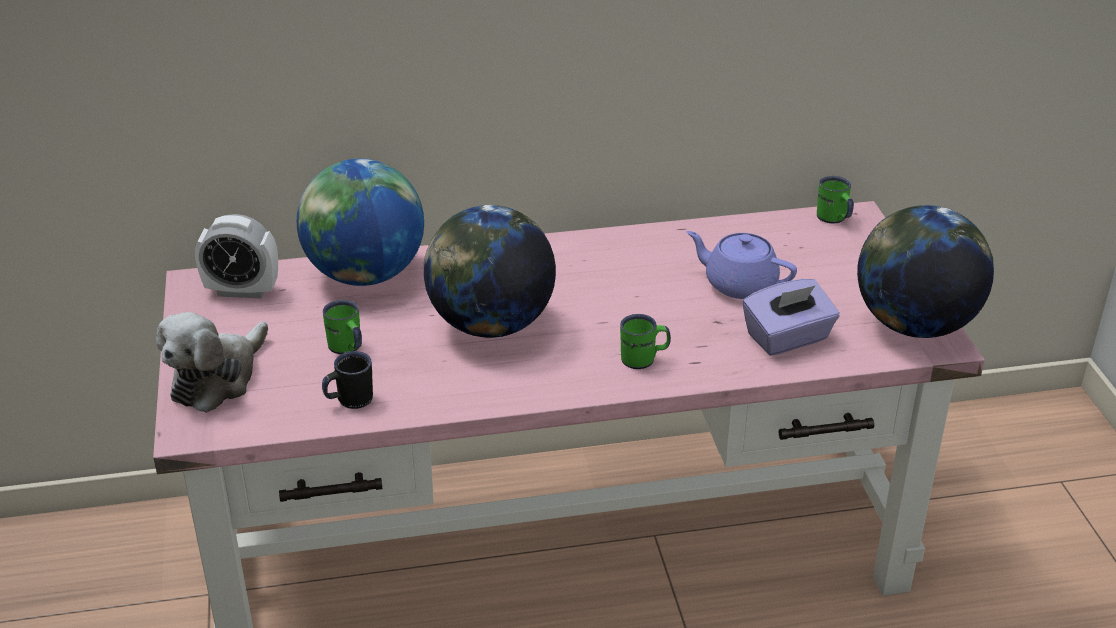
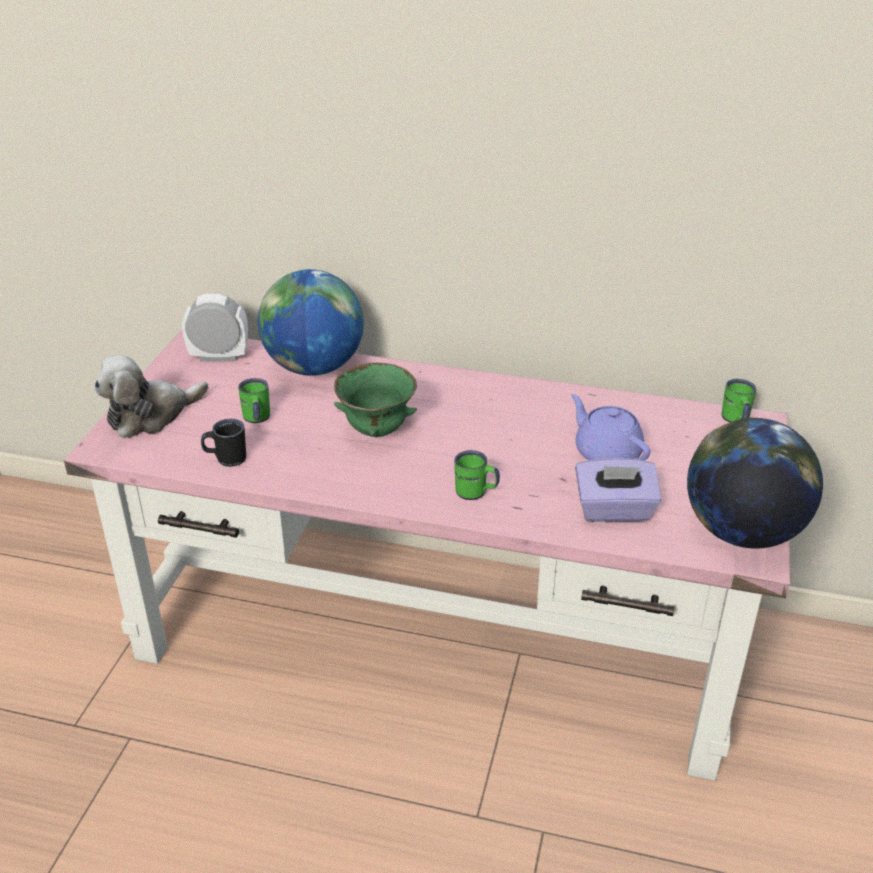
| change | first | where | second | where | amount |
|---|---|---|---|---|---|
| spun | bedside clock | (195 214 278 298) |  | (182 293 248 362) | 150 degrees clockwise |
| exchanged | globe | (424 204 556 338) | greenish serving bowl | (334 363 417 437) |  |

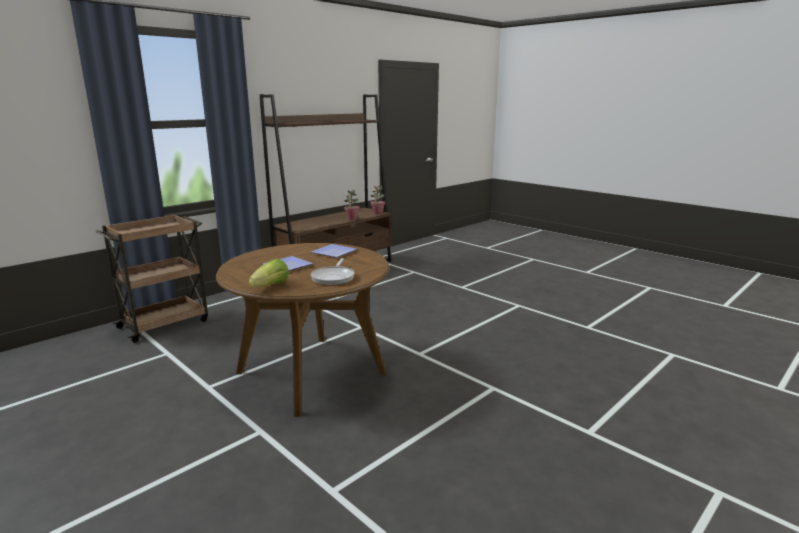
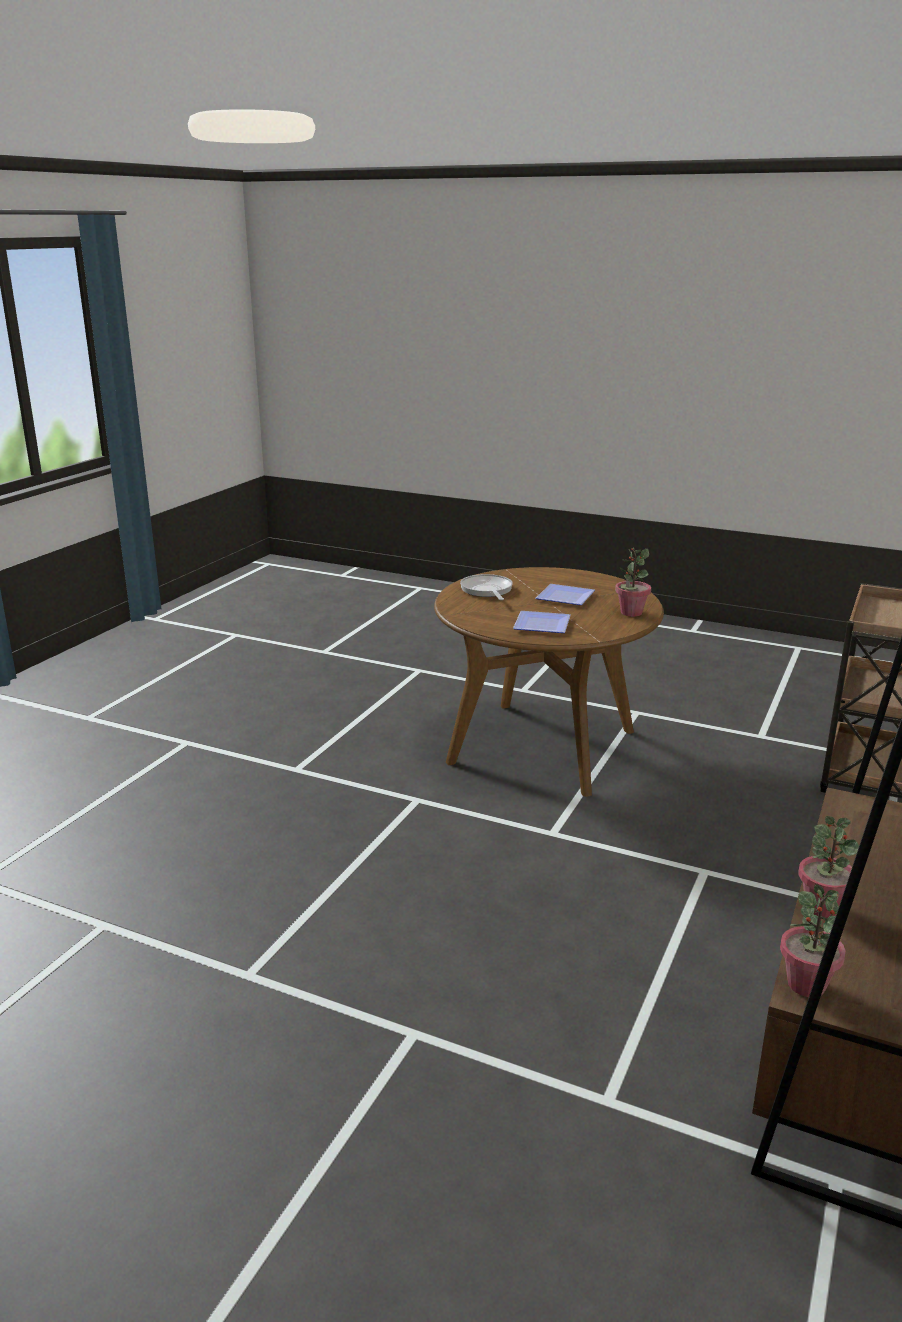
| change | first | where | second | where | amount |
|---|---|---|---|---|---|
| appeared |  |  | houseplant | (615 547 651 617) |  |
| missing | lettuce | (249 259 289 287) |  |  |  |

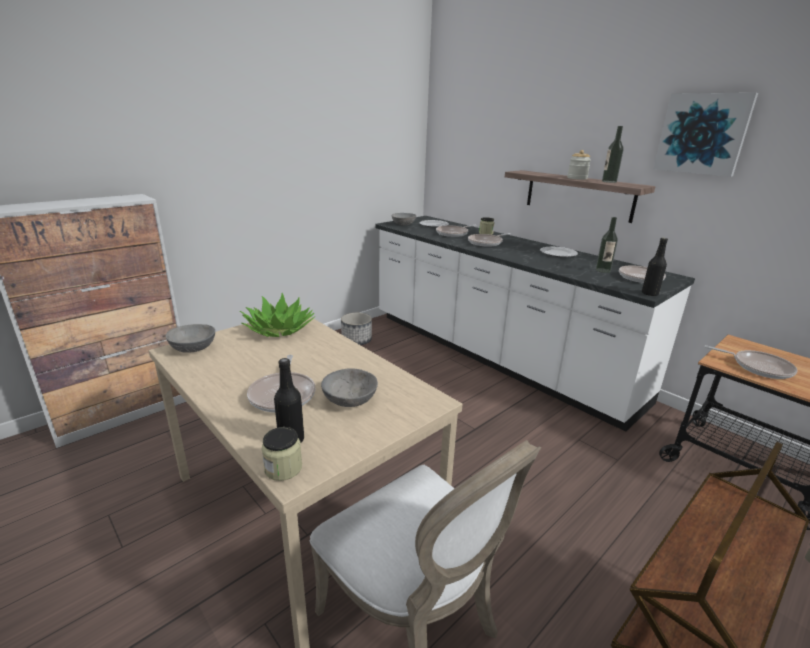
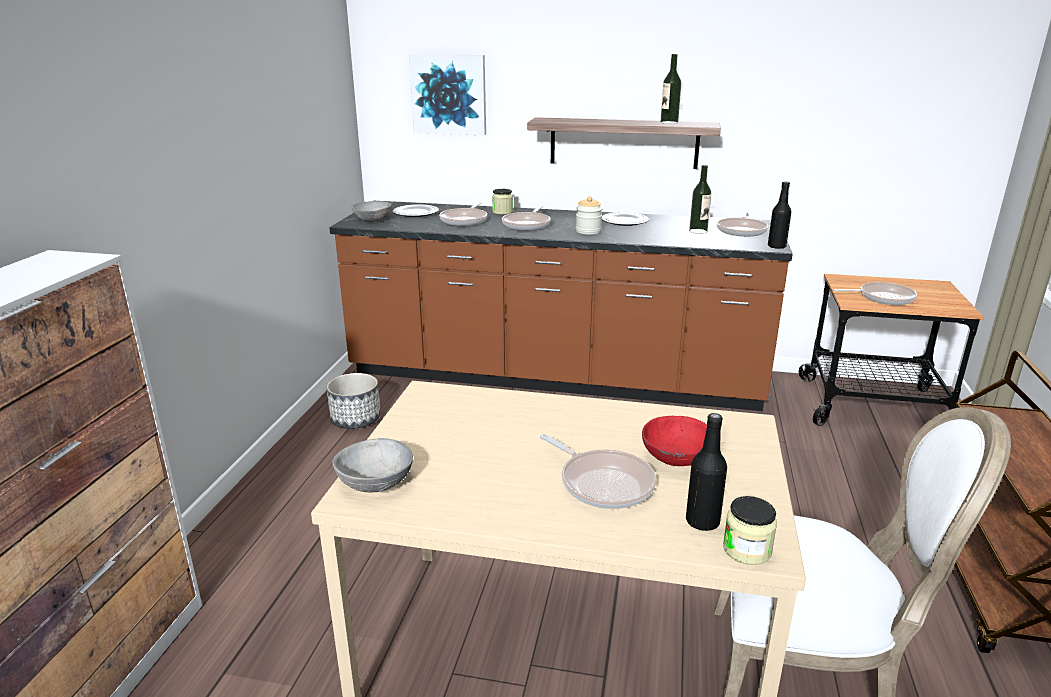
| change | first | where | second | where | amount |
|---|---|---|---|---|---|
| colour | white kitchen counter | (375 216 695 432) | brown-coloured kitchen counter | (330 201 793 411) |  |
| relocated | picture | (653 93 758 177) |  | (409 54 486 135) |  |
| relocated | jar | (567 150 591 180) |  | (576 196 603 234) |  |
| colour | gray serving bowl | (321 368 378 407) | red serving bowl | (642 416 707 466) |  |
| missing | houseplant | (240 293 315 337) |  |  |  |

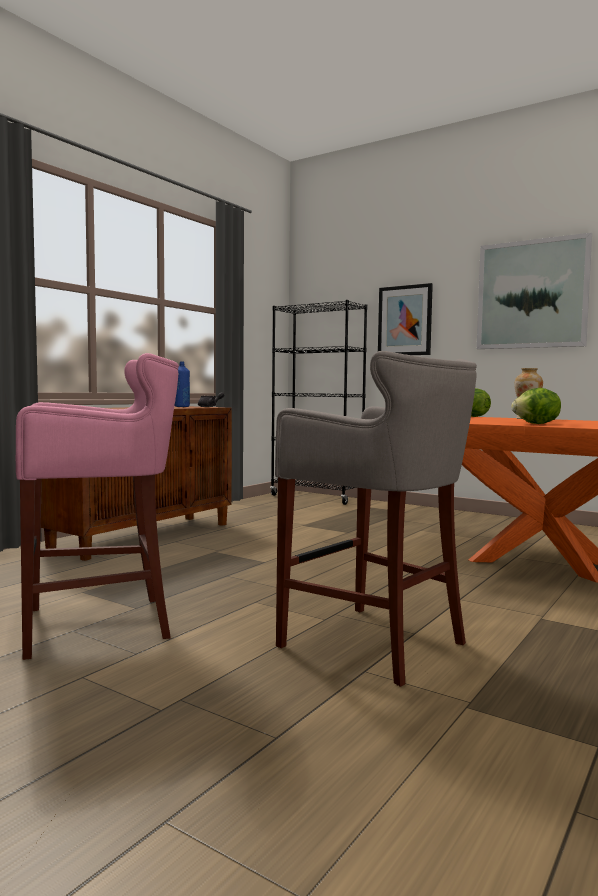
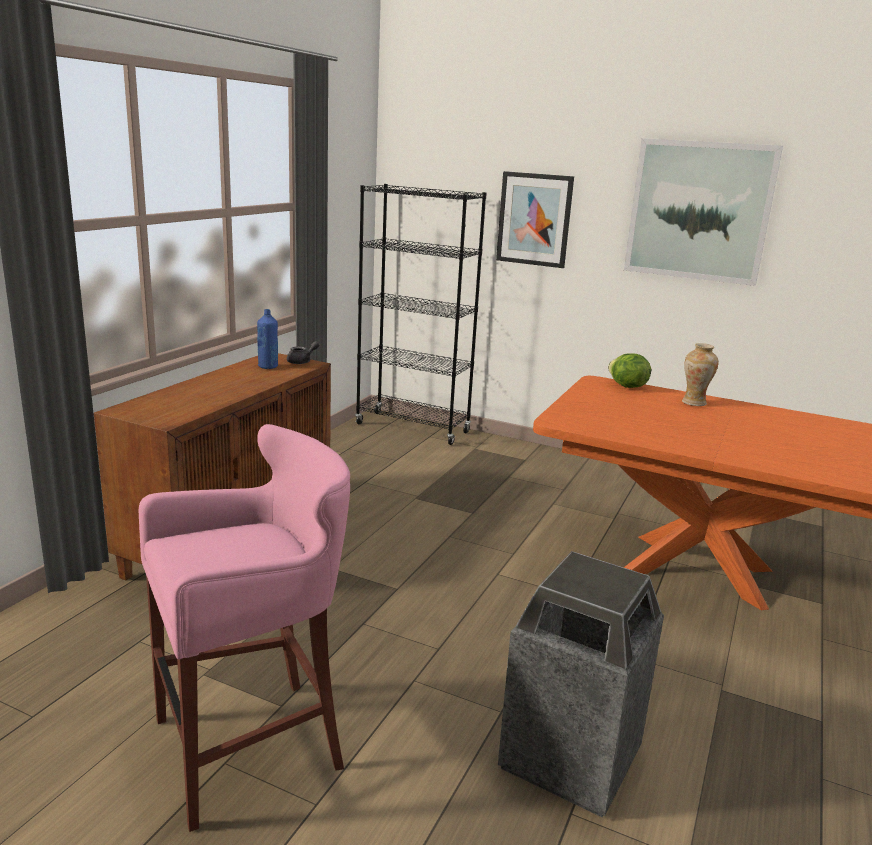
| change | first | where | second | where | amount |
|---|---|---|---|---|---|
| exchanged | gray stool | (275 351 477 687) | waste bin | (498 551 664 817) |  |
| missing | lettuce | (511 388 561 424) |  |  |  |

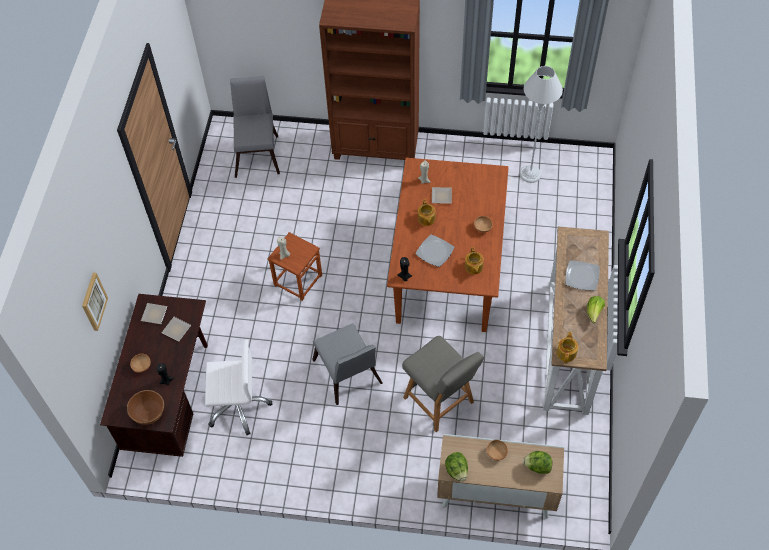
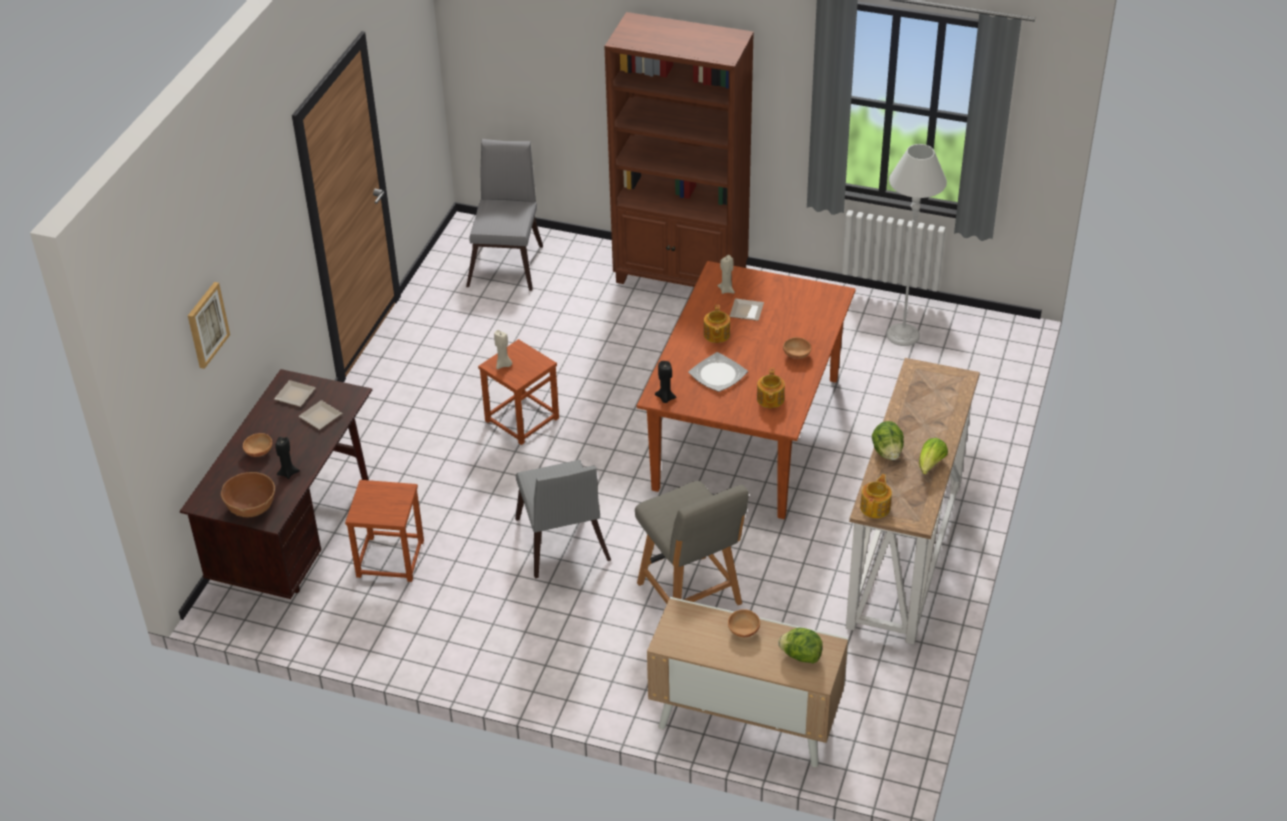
| change | first | where | second | where | amount |
|---|---|---|---|---|---|
| exchanged | white computer chair | (205 339 272 435) | brown-coloured stool | (345 480 424 582) |  |
| relocated | lettuce | (445 452 468 482) |  | (872 421 904 460) |  |
| missing | flat dish | (566 260 599 290) |  |  |  |

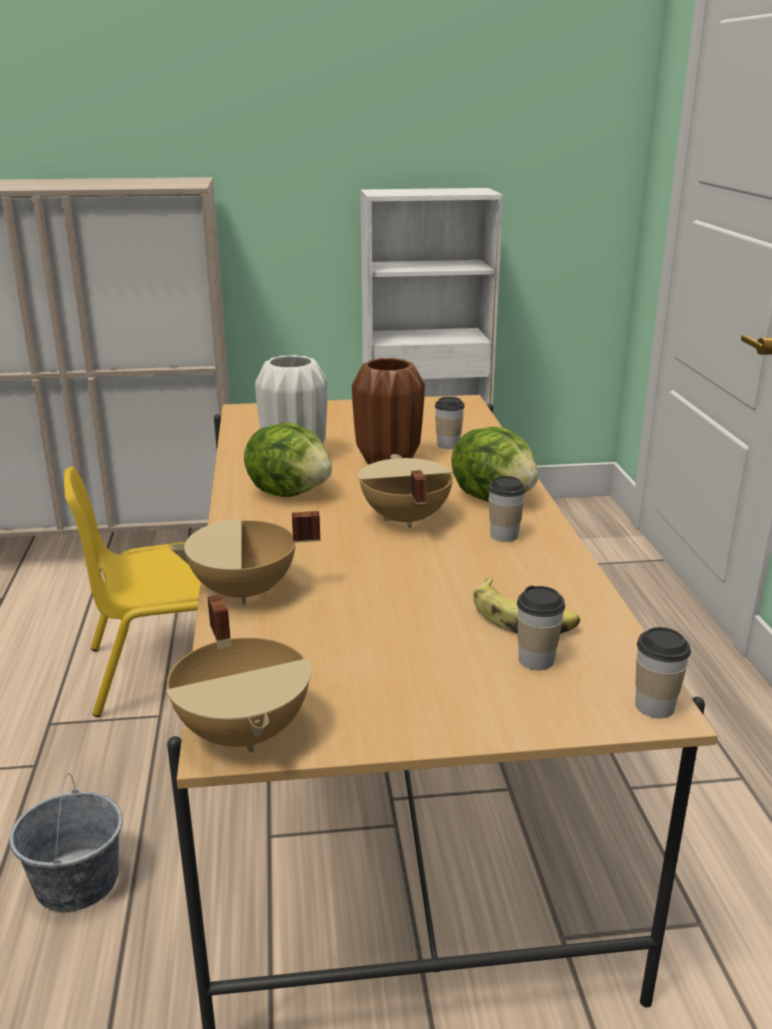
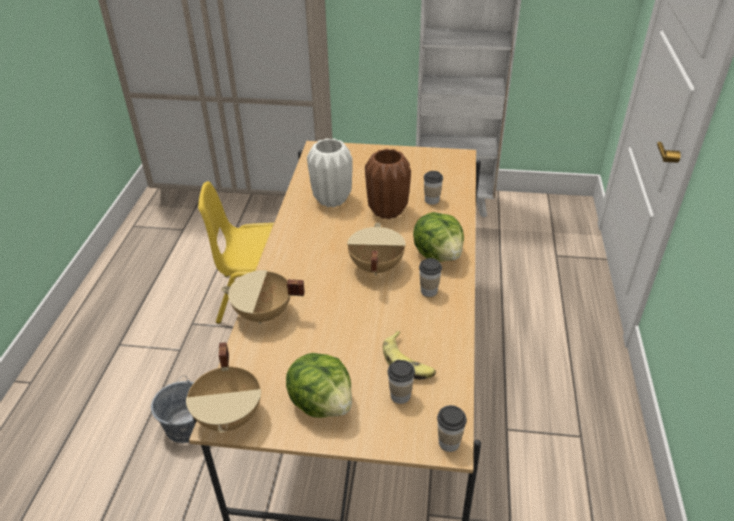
| change | first | where | second | where | amount |
|---|---|---|---|---|---|
| relocated | lettuce | (244 423 332 497) |  | (286 353 352 418) |  |

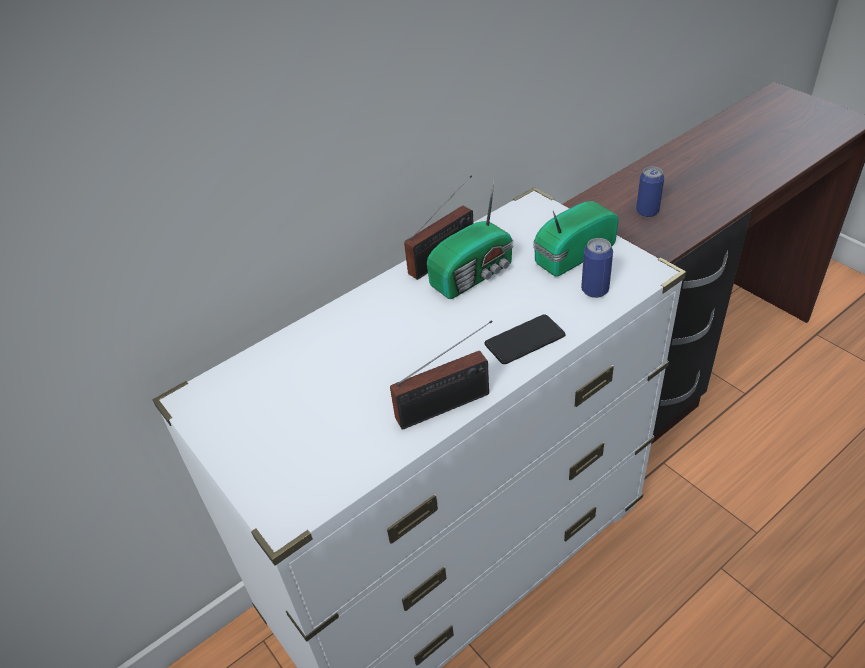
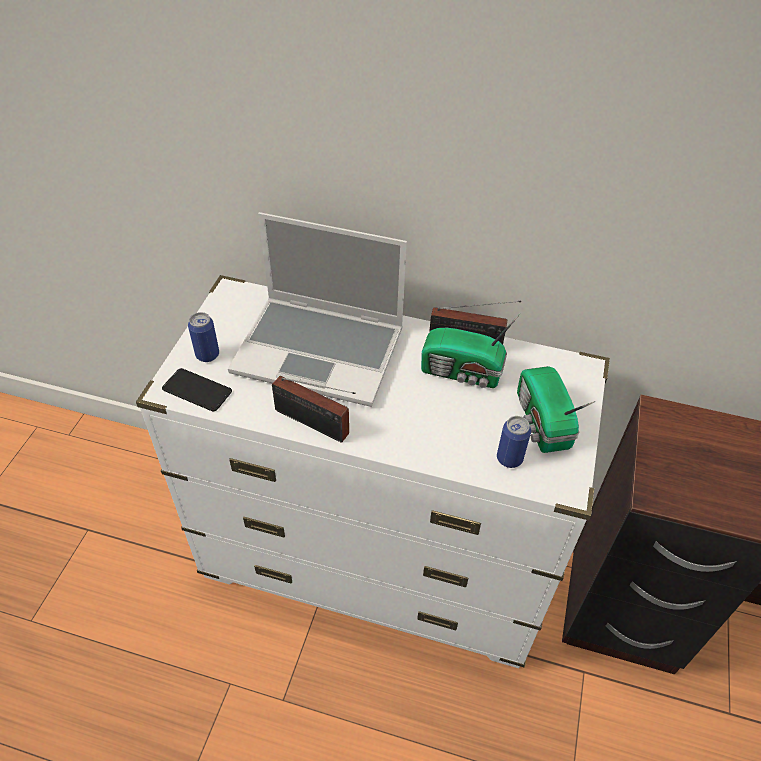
| change | first | where | second | where | amount |
|---|---|---|---|---|---|
| relocated | handset | (485 315 565 364) |  | (162 368 232 412) |  |
| relocated | can | (636 166 664 217) |  | (188 312 219 362) |  |
| appeared |  |  | laptop | (228 212 407 407) |  |
| spun | radio | (533 201 619 276) |  | (517 366 595 453) | 120 degrees counterclockwise |

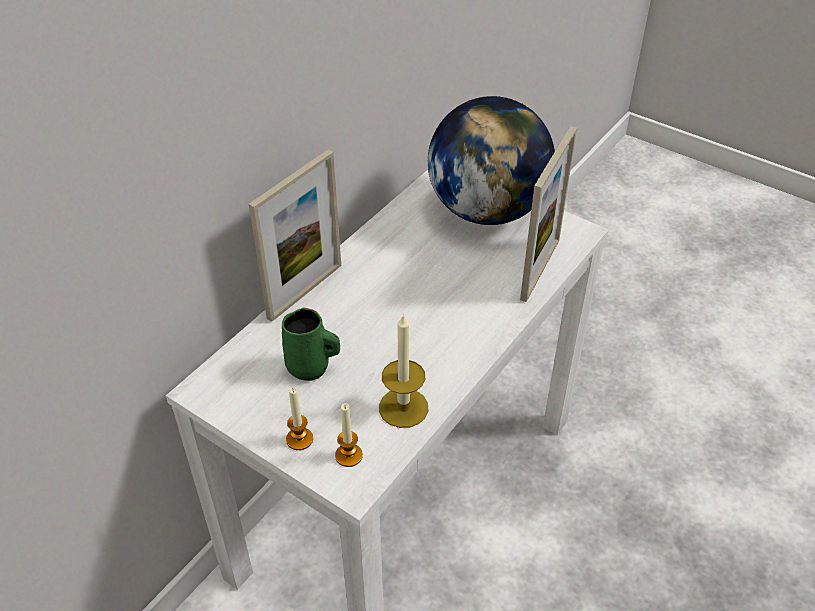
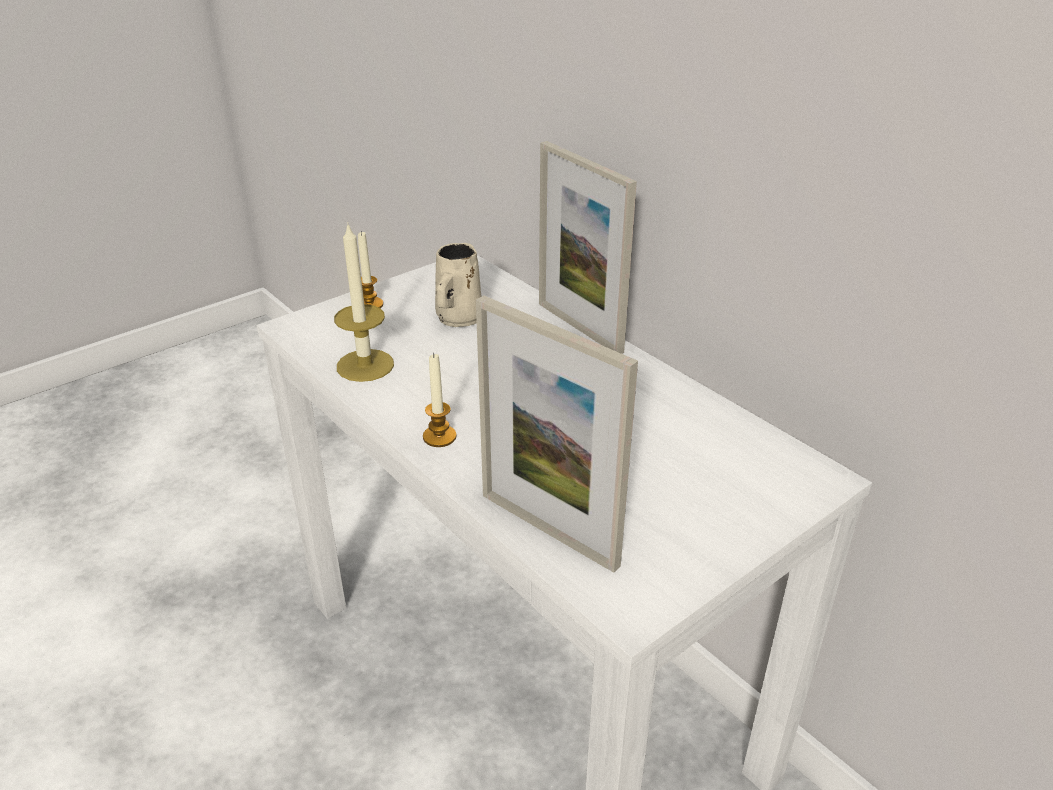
| change | first | where | second | where | amount |
|---|---|---|---|---|---|
| relocated | wax candle | (335 403 363 467) |  | (423 353 456 447) |  |
| colour | greenish tea mug | (282 308 340 381) | beige-coloured tea mug | (435 243 482 327) |  |
| missing | globe | (428 96 555 225) |  |  |  |

